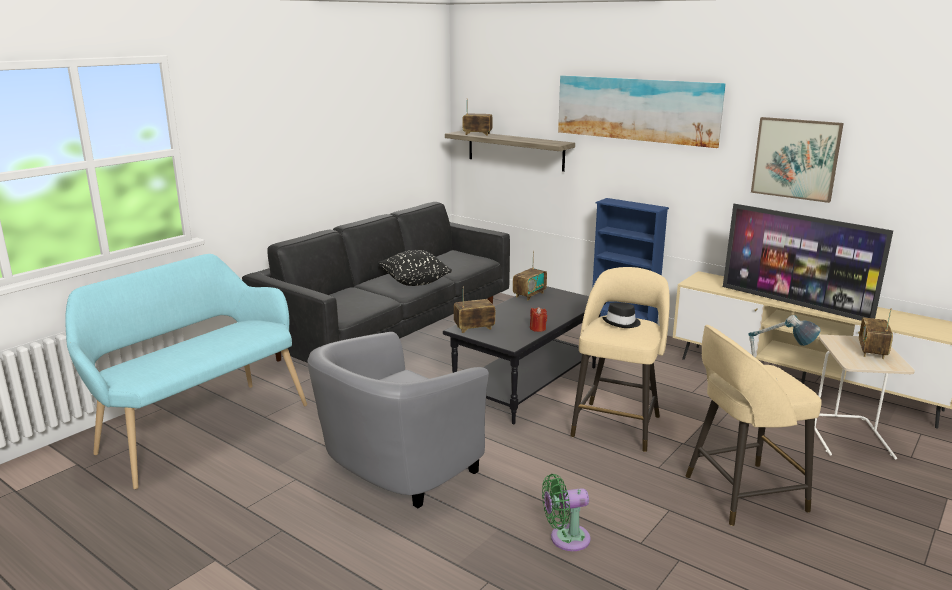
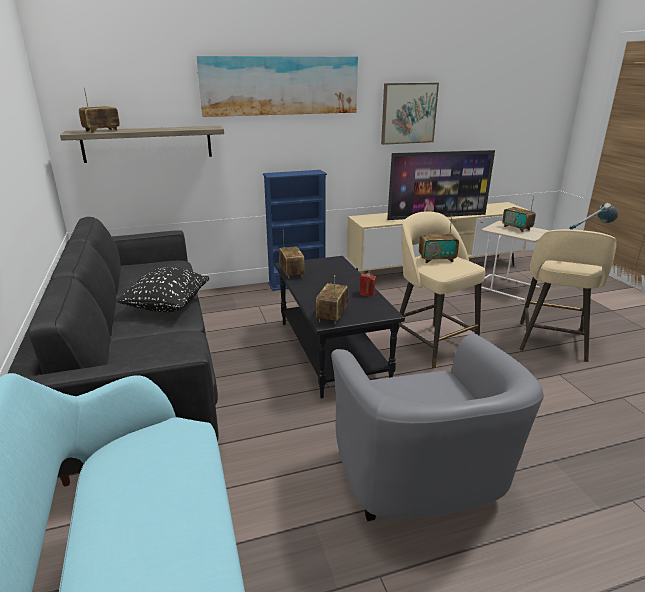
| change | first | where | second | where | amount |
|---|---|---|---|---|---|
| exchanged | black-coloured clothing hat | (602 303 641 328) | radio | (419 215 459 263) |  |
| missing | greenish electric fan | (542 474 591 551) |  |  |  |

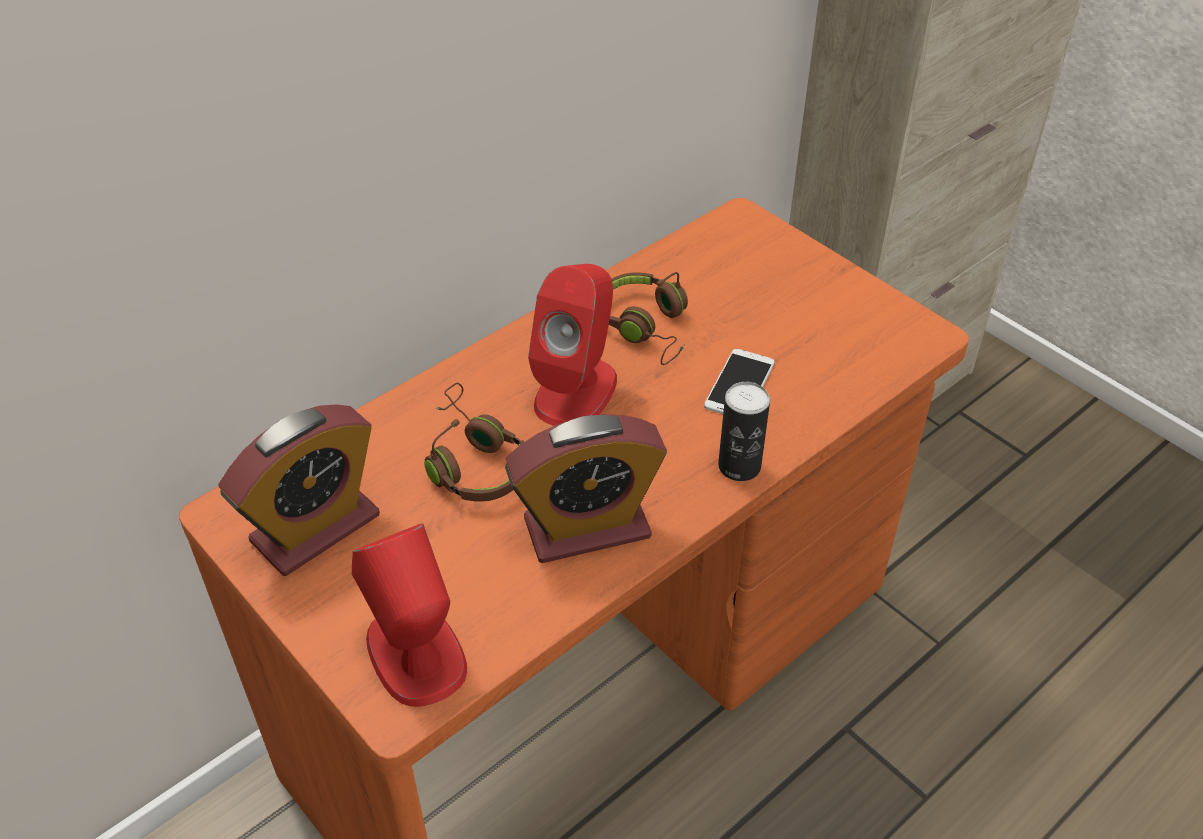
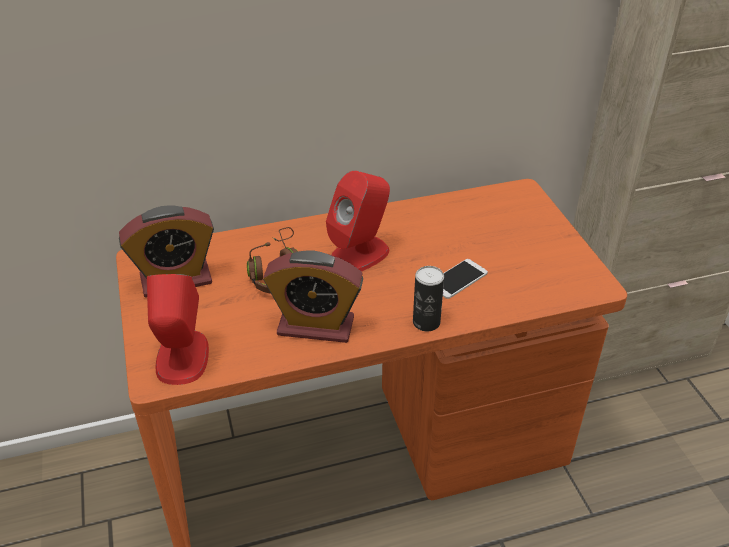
| change | first | where | second | where | amount |
|---|---|---|---|---|---|
| missing | brown-coloured pair of headphones | (609 272 688 365) |  |  |  |

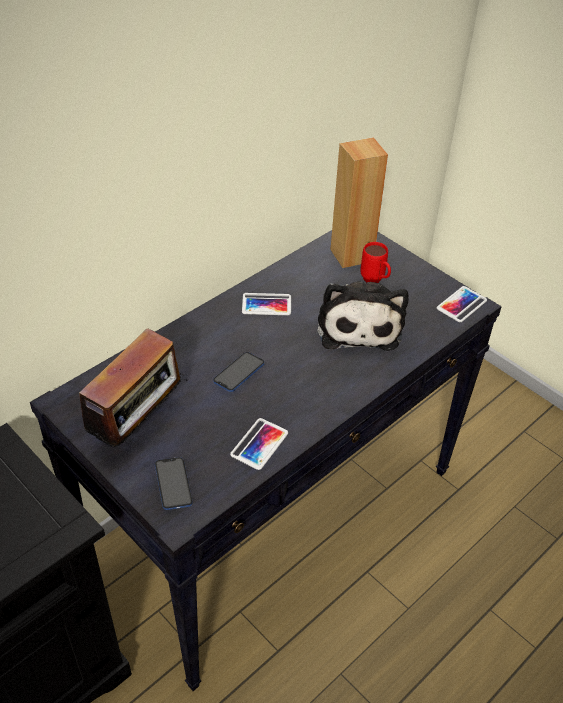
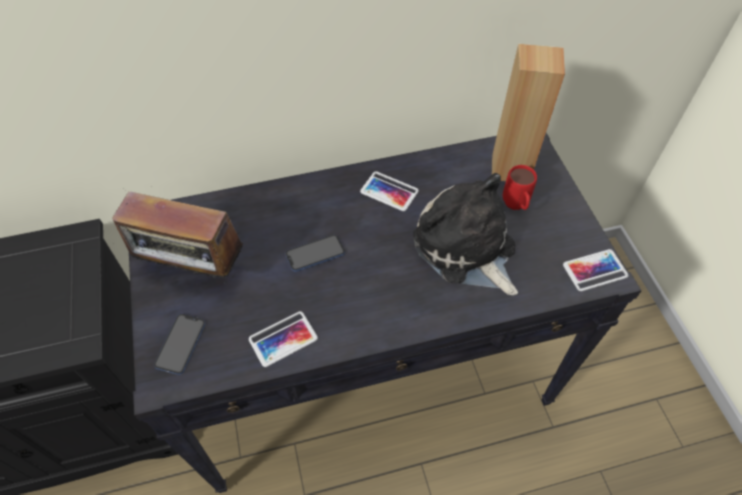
| change | first | where | second | where | amount |
|---|---|---|---|---|---|
| spun | radio | (69 328 188 448) |  | (112 190 243 283) | 45 degrees clockwise |
| spun | cuddly toy | (318 281 409 351) |  | (413 173 518 296) | 120 degrees clockwise |

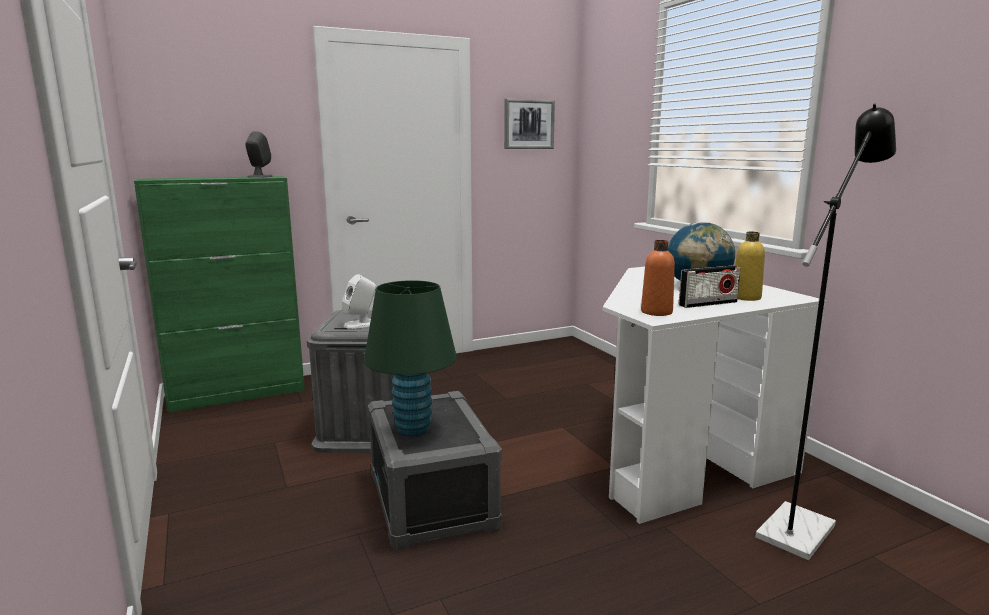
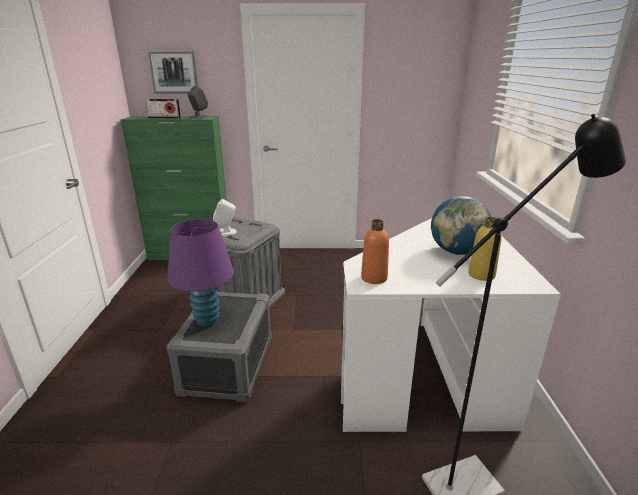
| change | first | where | second | where | amount |
|---|---|---|---|---|---|
| relocated | radio | (679 266 741 308) |  | (145 99 181 119) |  |
| relocated | picture | (504 99 555 149) |  | (147 51 198 93) |  |
| colour | greenish tabletop lamp | (364 280 457 436) | purplish tabletop lamp | (167 219 234 327) |  |

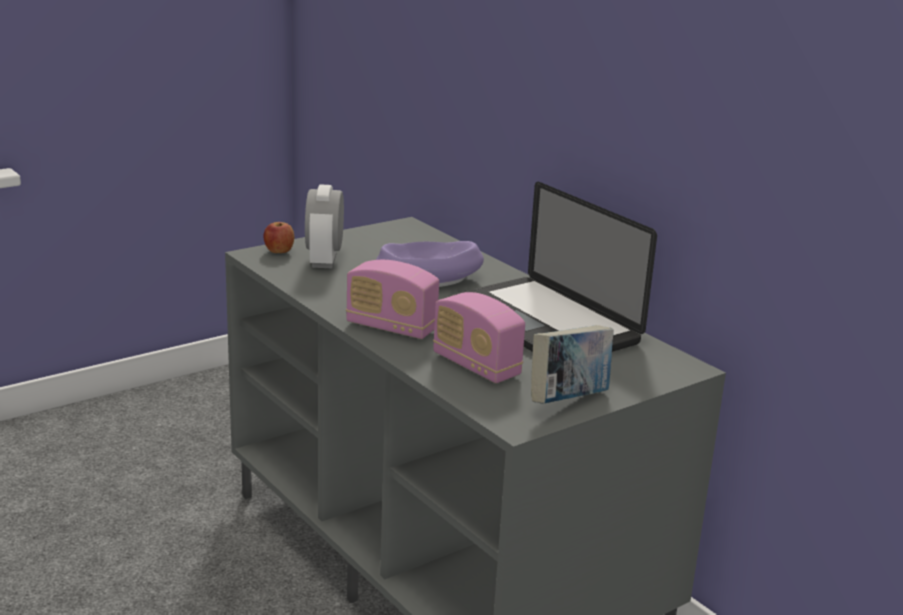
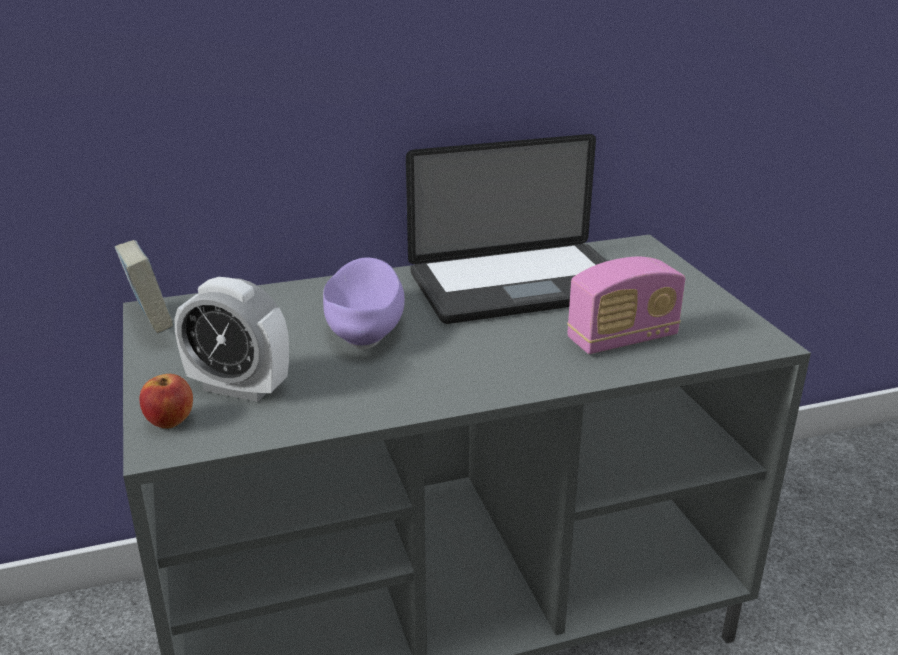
| change | first | where | second | where | amount |
|---|---|---|---|---|---|
| relocated | volume | (531 325 614 404) |  | (115 240 174 334) |  |
| missing | radio | (346 260 439 339) |  |  |  |

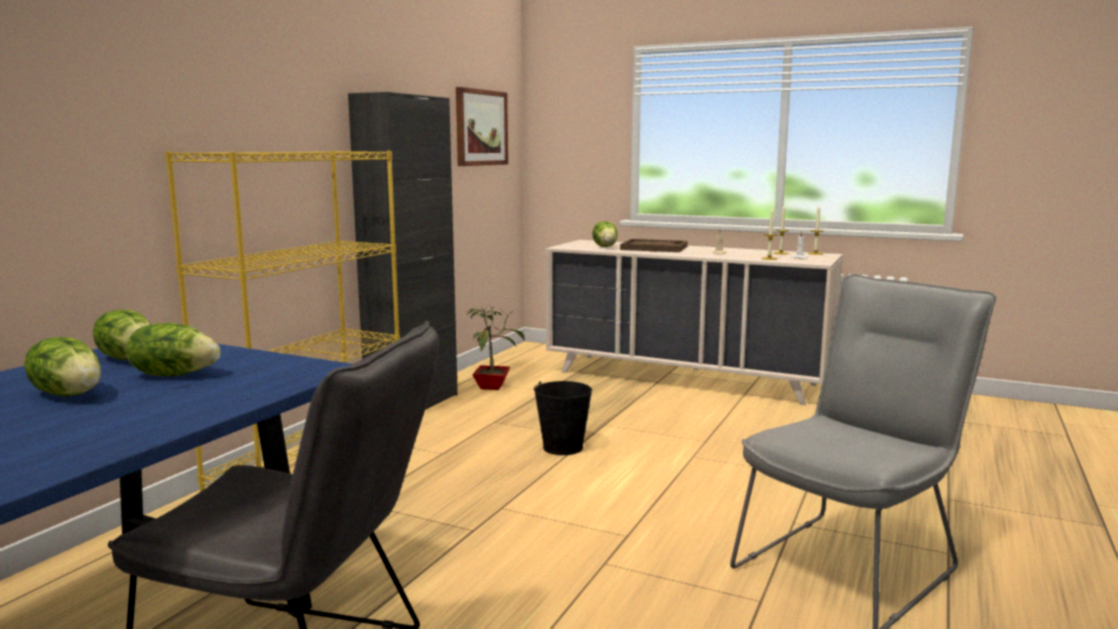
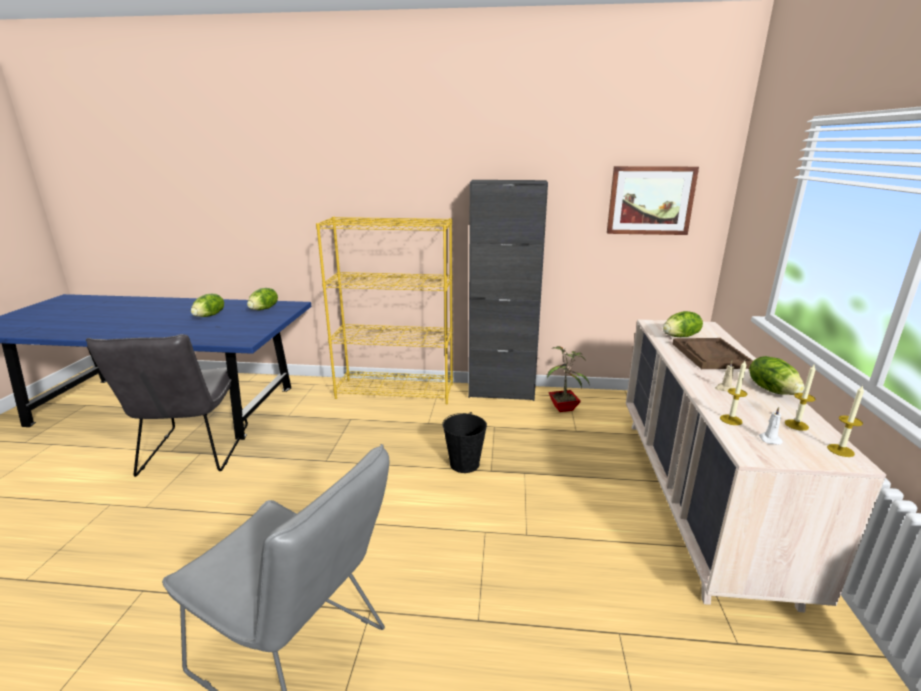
| change | first | where | second | where | amount |
|---|---|---|---|---|---|
| relocated | lettuce | (126 323 220 376) |  | (749 356 805 395) |  |

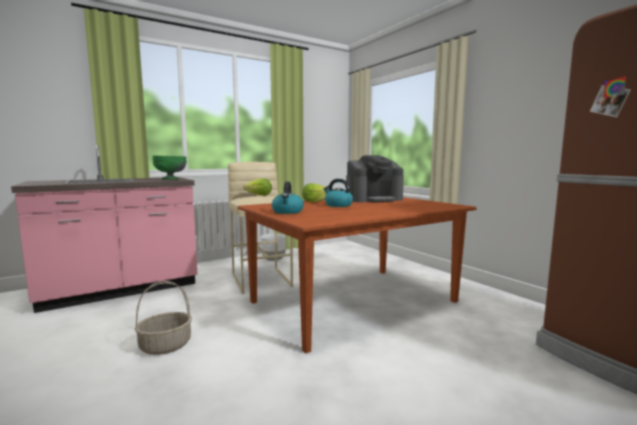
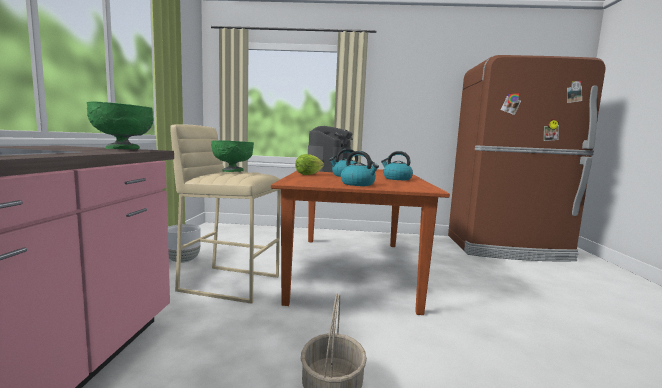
| change | first | where | second | where | amount |
|---|---|---|---|---|---|
| exchanged | lettuce | (244 179 272 196) | greenish serving bowl | (212 140 254 172) |  |
| appeared |  |  | water kettle | (381 151 413 180) |  |

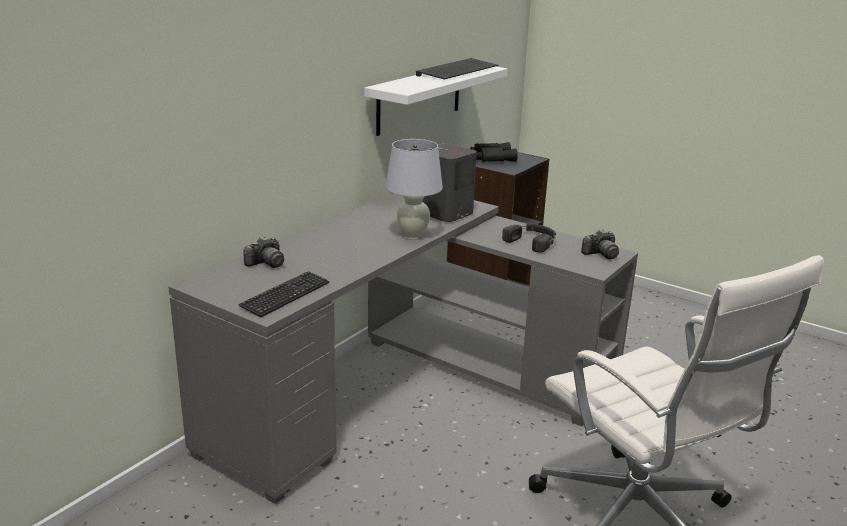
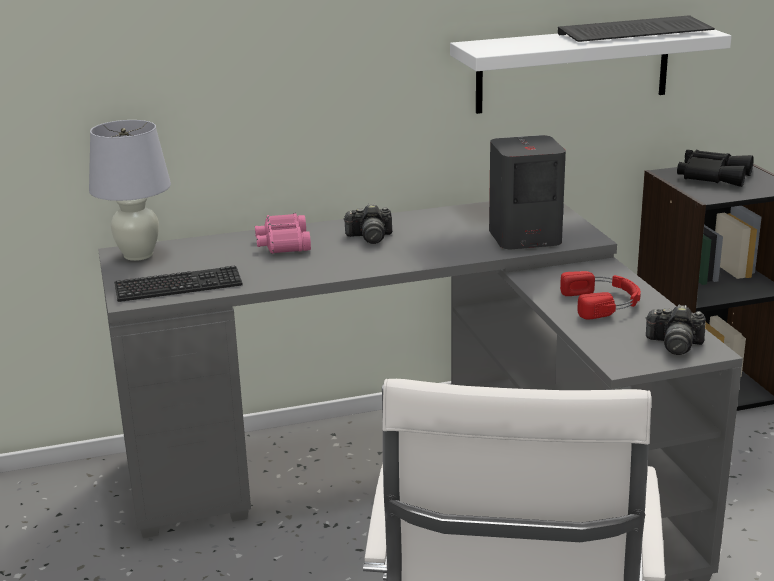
| change | first | where | second | where | amount |
|---|---|---|---|---|---|
| relocated | white tabletop lamp | (385 139 443 240) |  | (89 120 171 261) |  |
| appeared |  |  | pinkish pair of binoculars | (255 213 311 254) |  |
| relocated | photo camera | (243 236 284 268) |  | (343 203 392 244) |  |
| colour | black-coloured pair of headphones | (502 224 556 253) | red pair of headphones | (560 271 641 319) |  |

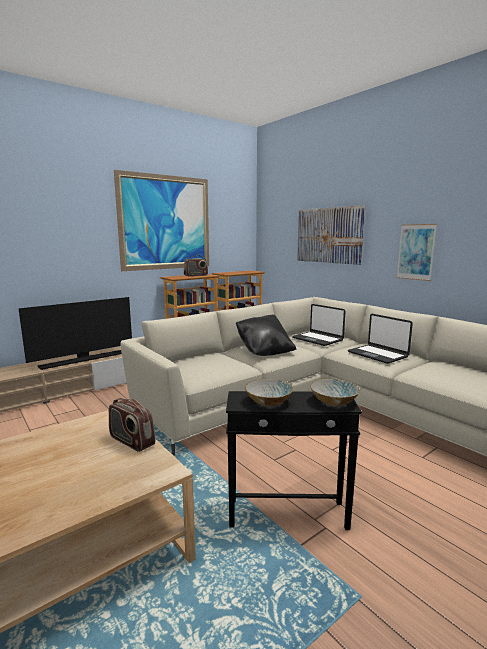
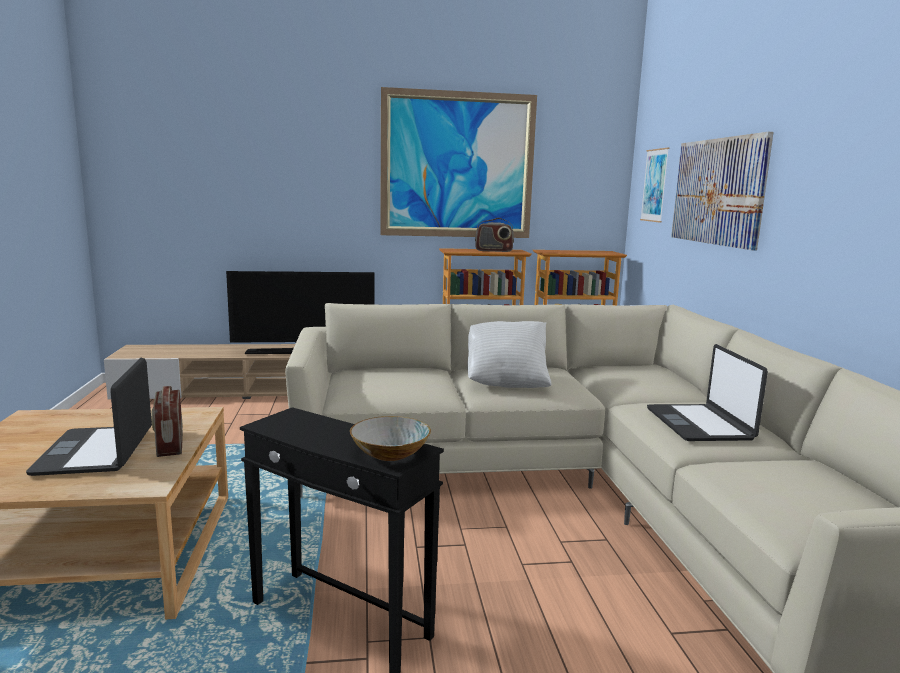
| change | first | where | second | where | amount |
|---|---|---|---|---|---|
| relocated | laptop | (292 304 346 346) |  | (26 358 152 476) |  |
| colour | black-coloured pillow | (236 315 296 356) | white pillow | (467 321 551 388) |  |
| relocated | picture | (396 224 437 281) |  | (640 148 669 223) |  |
| missing | serving bowl | (245 379 293 406) |  |  |  |

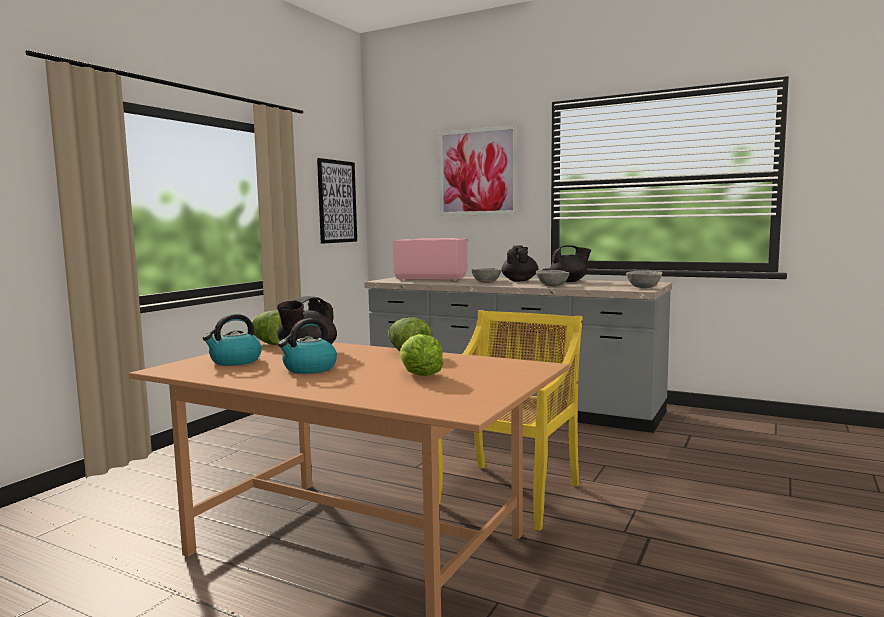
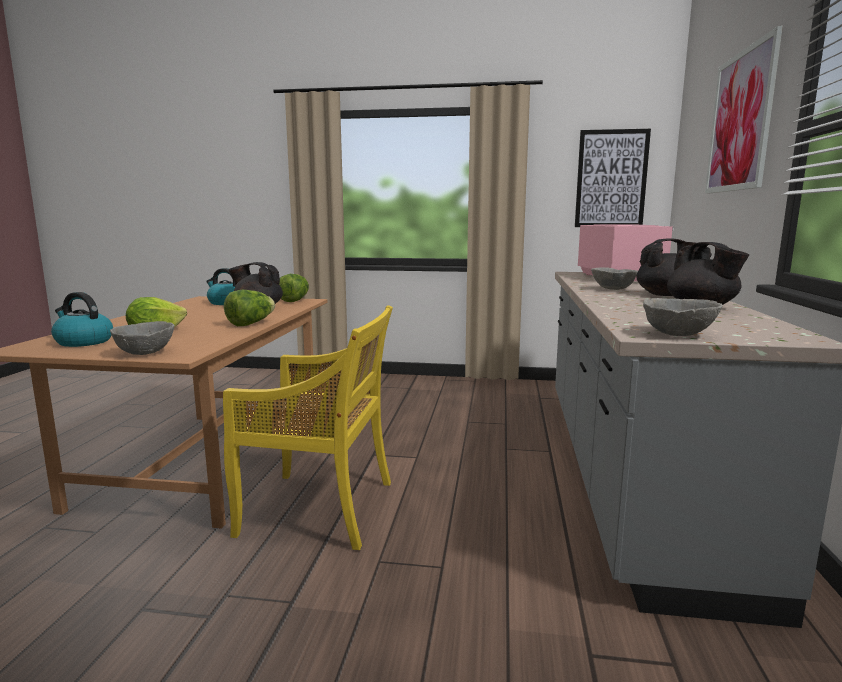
| change | first | where | second | where | amount |
|---|---|---|---|---|---|
| relocated | water kettle | (278 318 337 374) |  | (51 292 113 347) |  |
| relocated | gray serving bowl | (536 270 570 287) |  | (110 321 174 355) |  |

